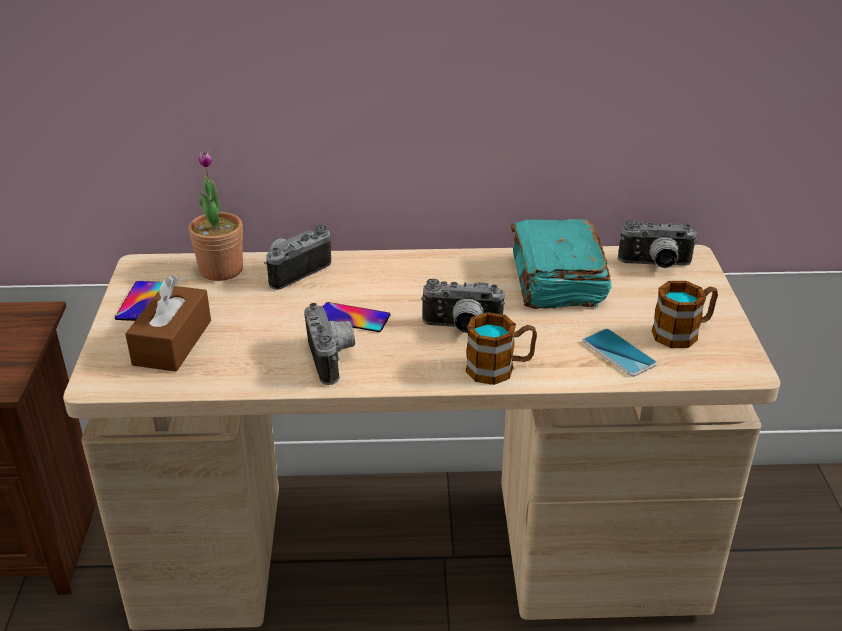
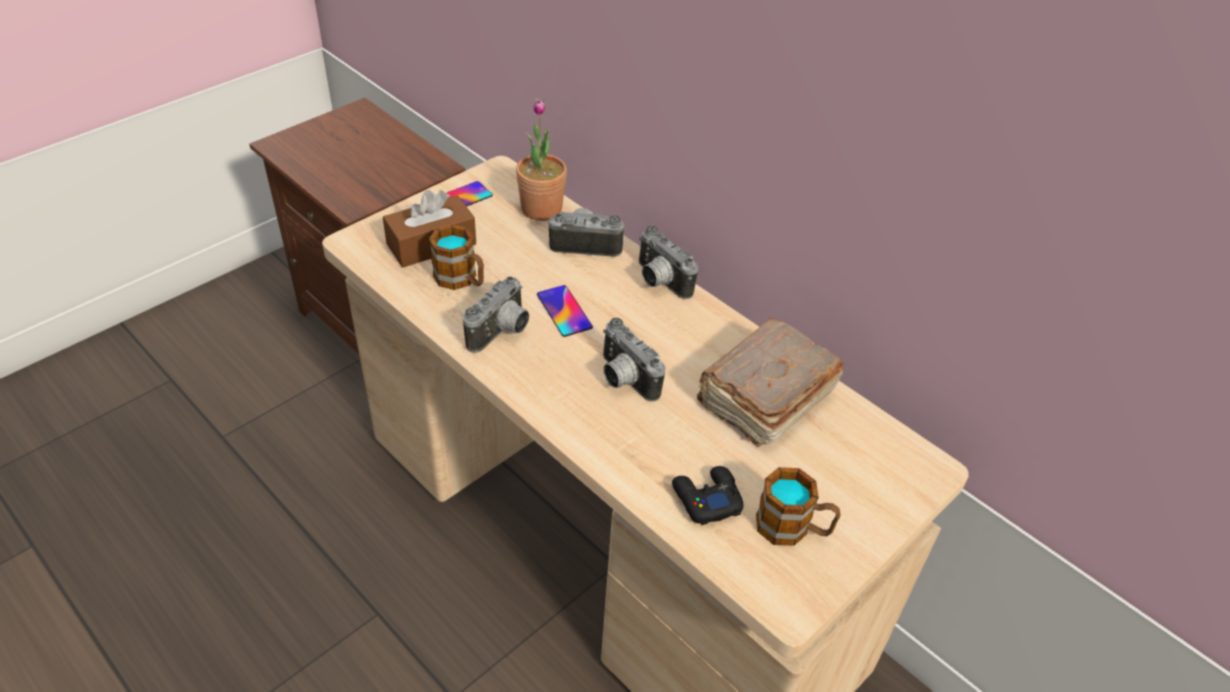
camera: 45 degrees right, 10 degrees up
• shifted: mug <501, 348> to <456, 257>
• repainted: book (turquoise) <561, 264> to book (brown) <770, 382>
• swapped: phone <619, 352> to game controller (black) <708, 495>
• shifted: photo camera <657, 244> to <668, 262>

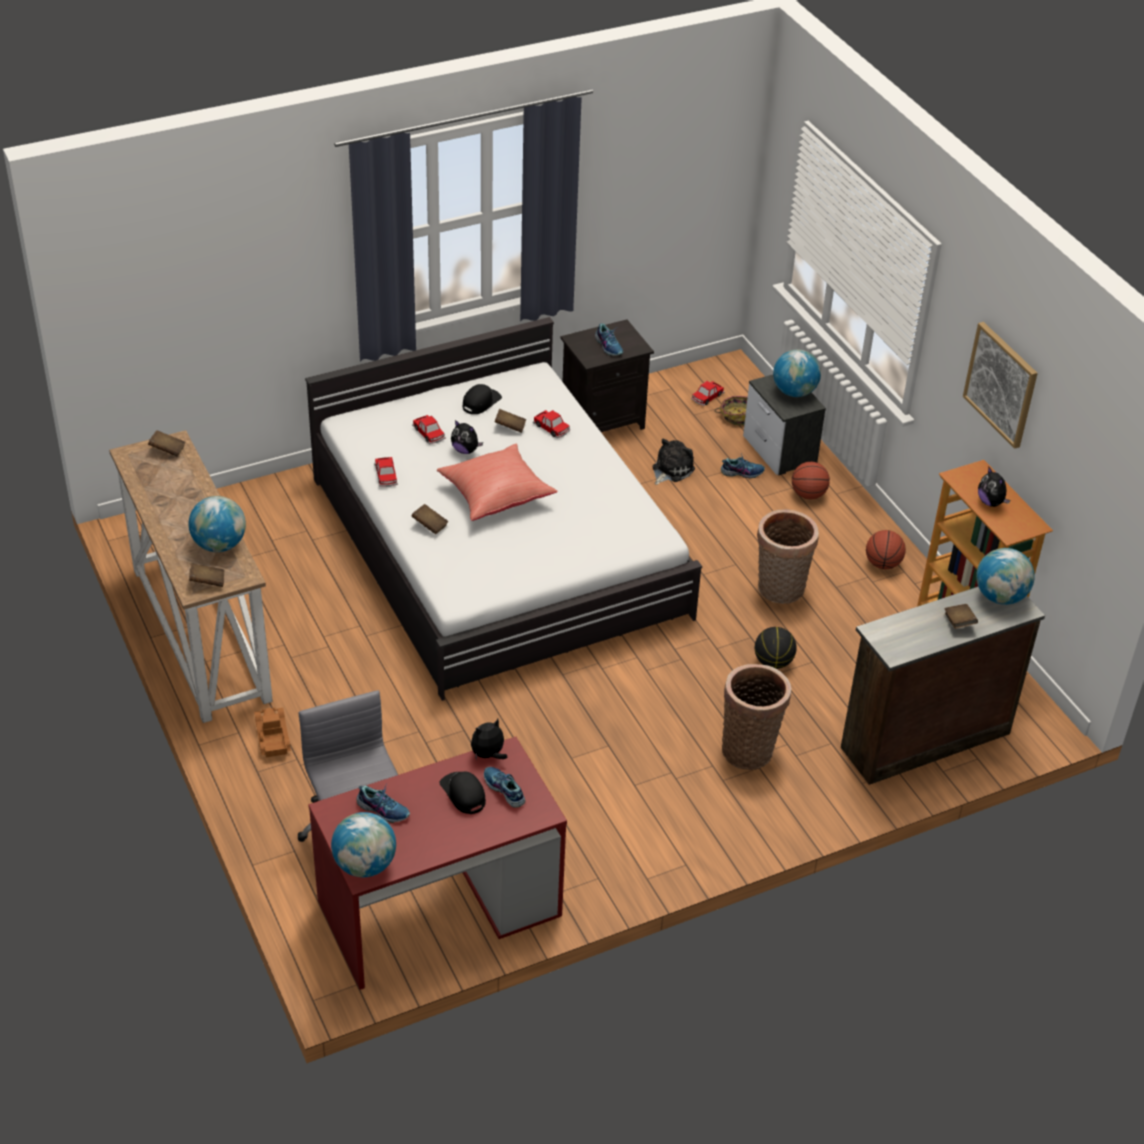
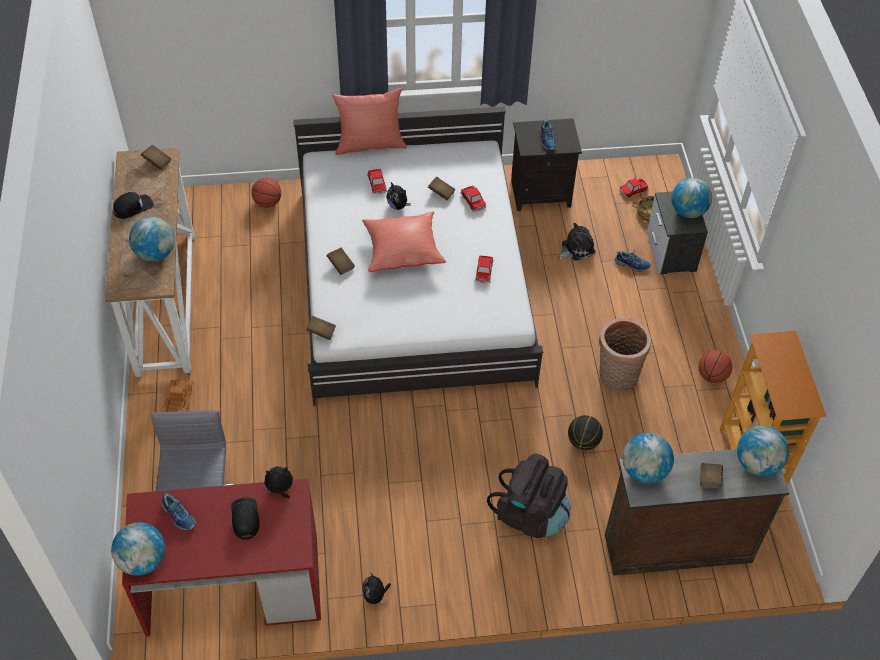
camera: 20 degrees right, 10 degrees up
• shifted: book (brown) <207, 575> to <321, 328>
• shifted: toy car <386, 472> to <484, 269>
• shifted: cap (black) <482, 399> to <133, 205>
• gone: shoe <505, 787>
• swapped: basket <756, 717> to backpack (black) <529, 496>
• shifted: basketball <811, 480> to <266, 193>
• gone: picture <1000, 385>
• shifted: plush toy <994, 487> to <376, 589>
• new: pillow (red) <369, 121>
• new: globe <648, 458>

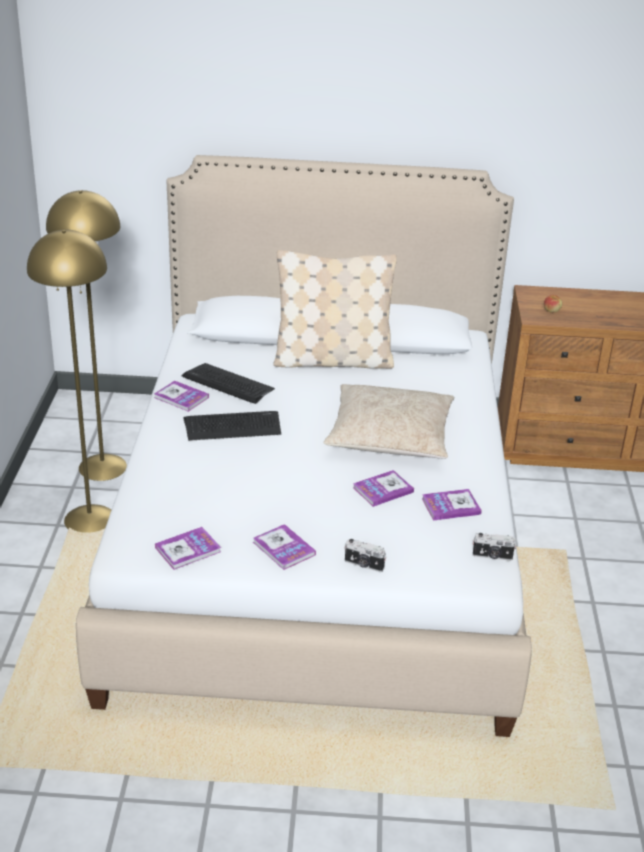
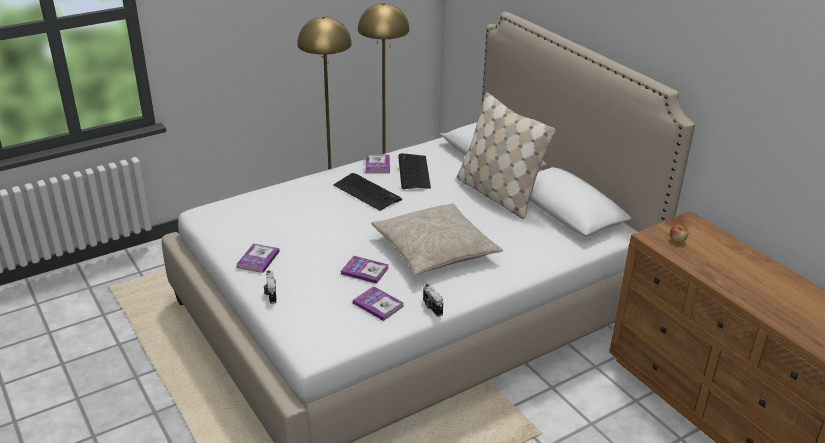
camera: 55 degrees right, 0 degrees up
• gone: book <188, 548>
• shifted: photo camera <494, 547> to <433, 300>

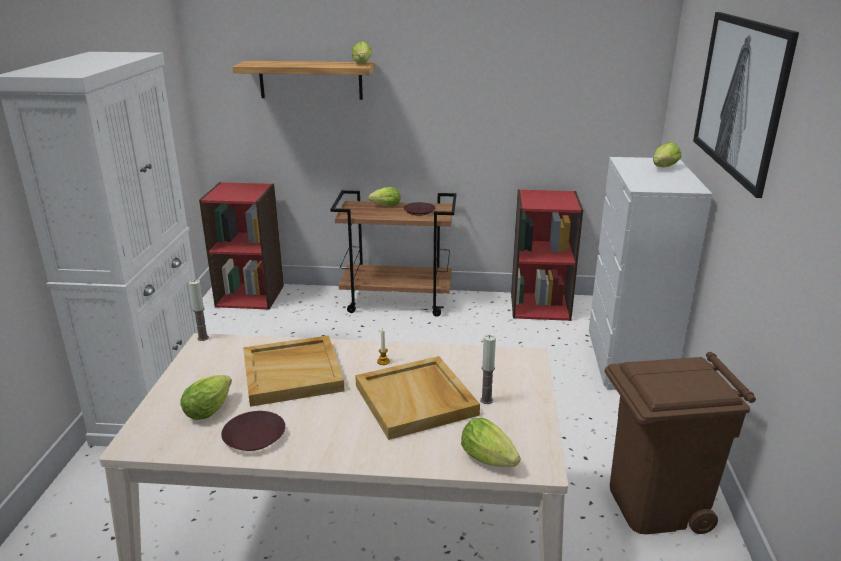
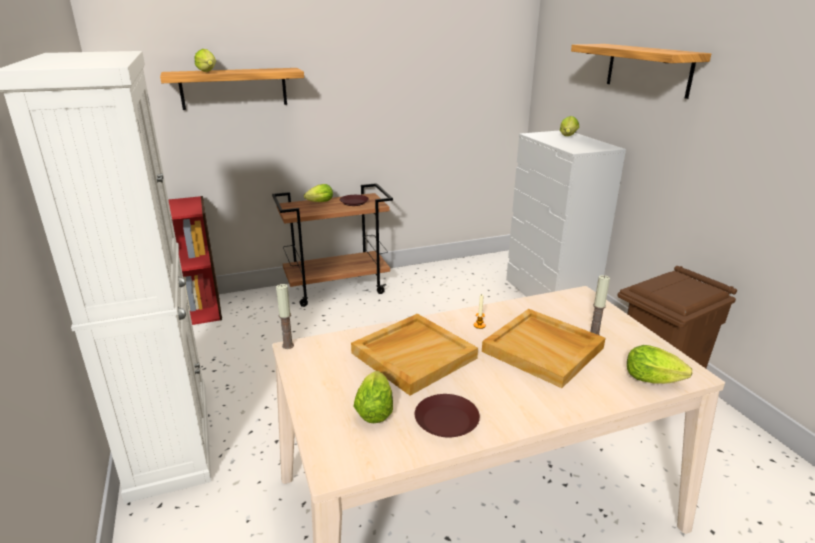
camera: 25 degrees left, 0 degrees up
• shifted: lettuce <362, 52> to <205, 60>
• gone: bookcase (red) <547, 255>
• swapped: picture <746, 105> to shelf <641, 71>

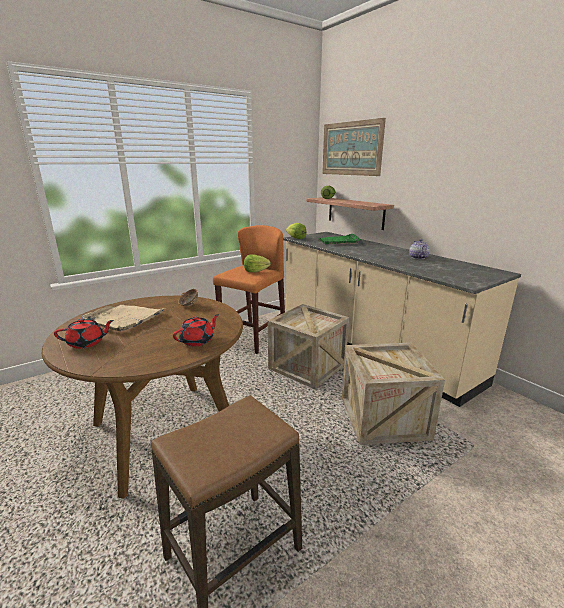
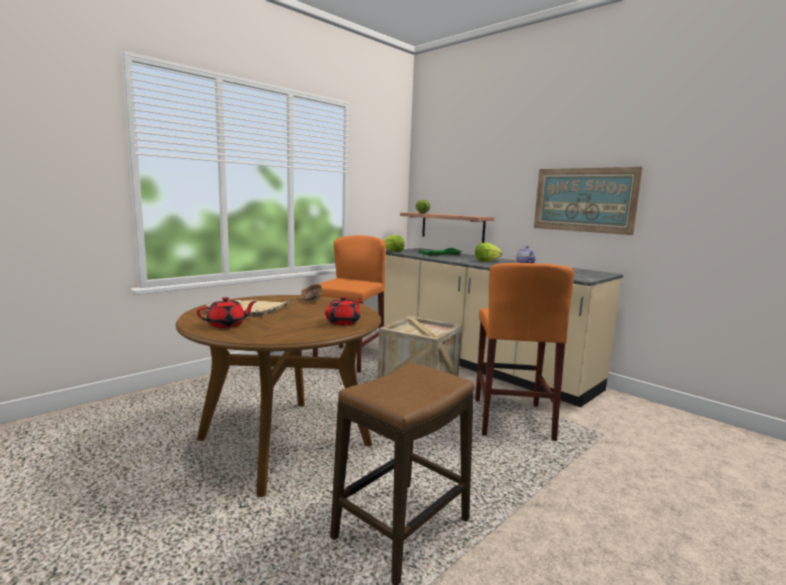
camera: 10 degrees left, 10 degrees down
• shifted: lettuce <257, 263> to <488, 252>
• shifted: picture <354, 147> to <588, 201>
• swapped: crate <393, 394> to stool (orange) <524, 352>

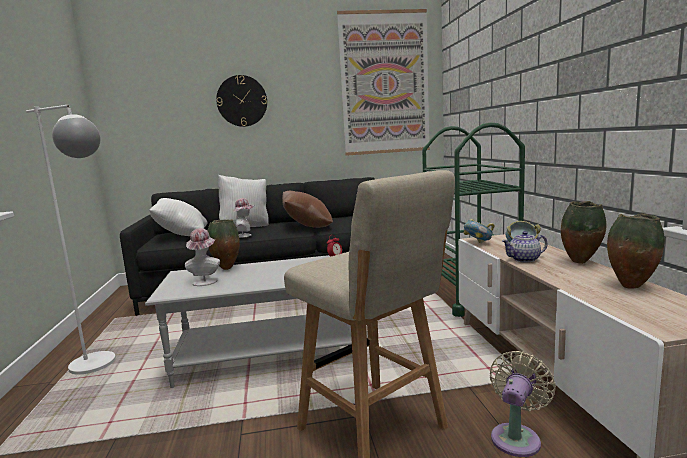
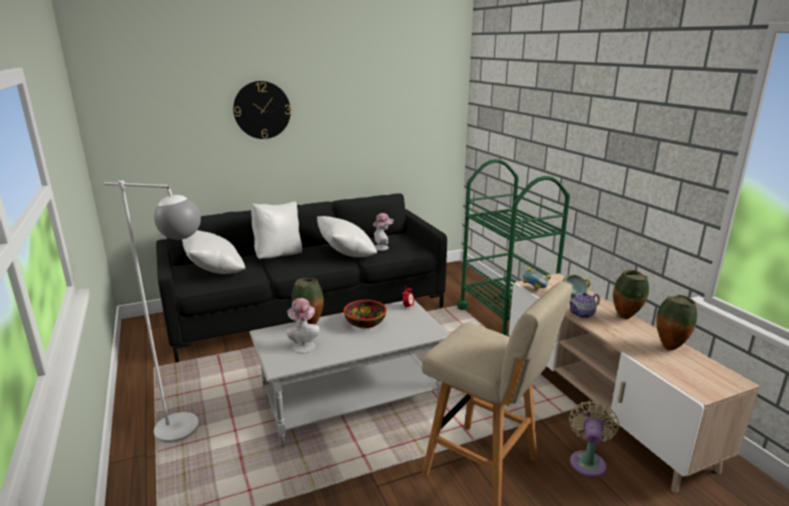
camera: 15 degrees left, 10 degrees up
• shifted: hat <243, 218> to <383, 232>
• repainted: pillow (brown) <307, 209> to pillow (white) <347, 236>
• gone: picture <383, 82>
• new: bowl <365, 314>

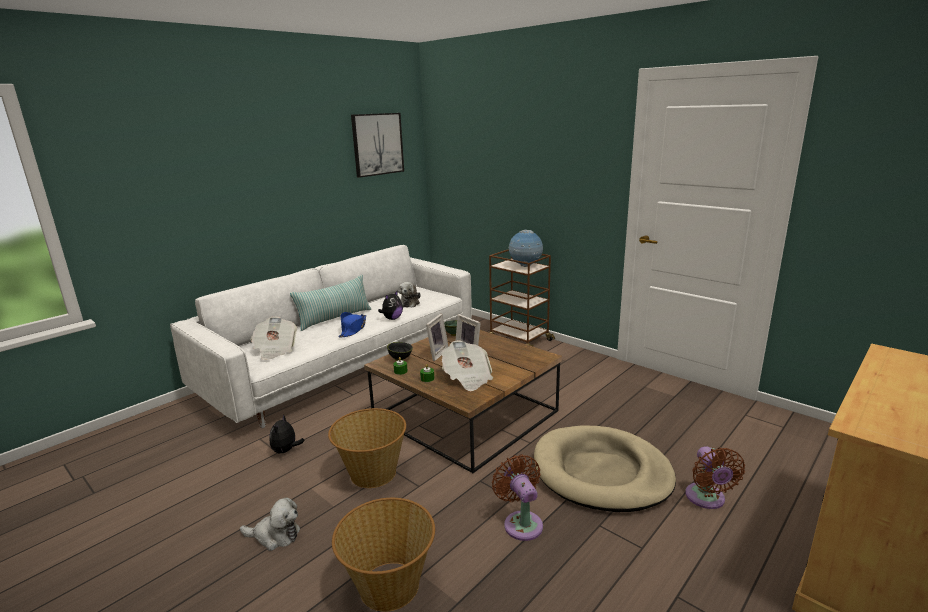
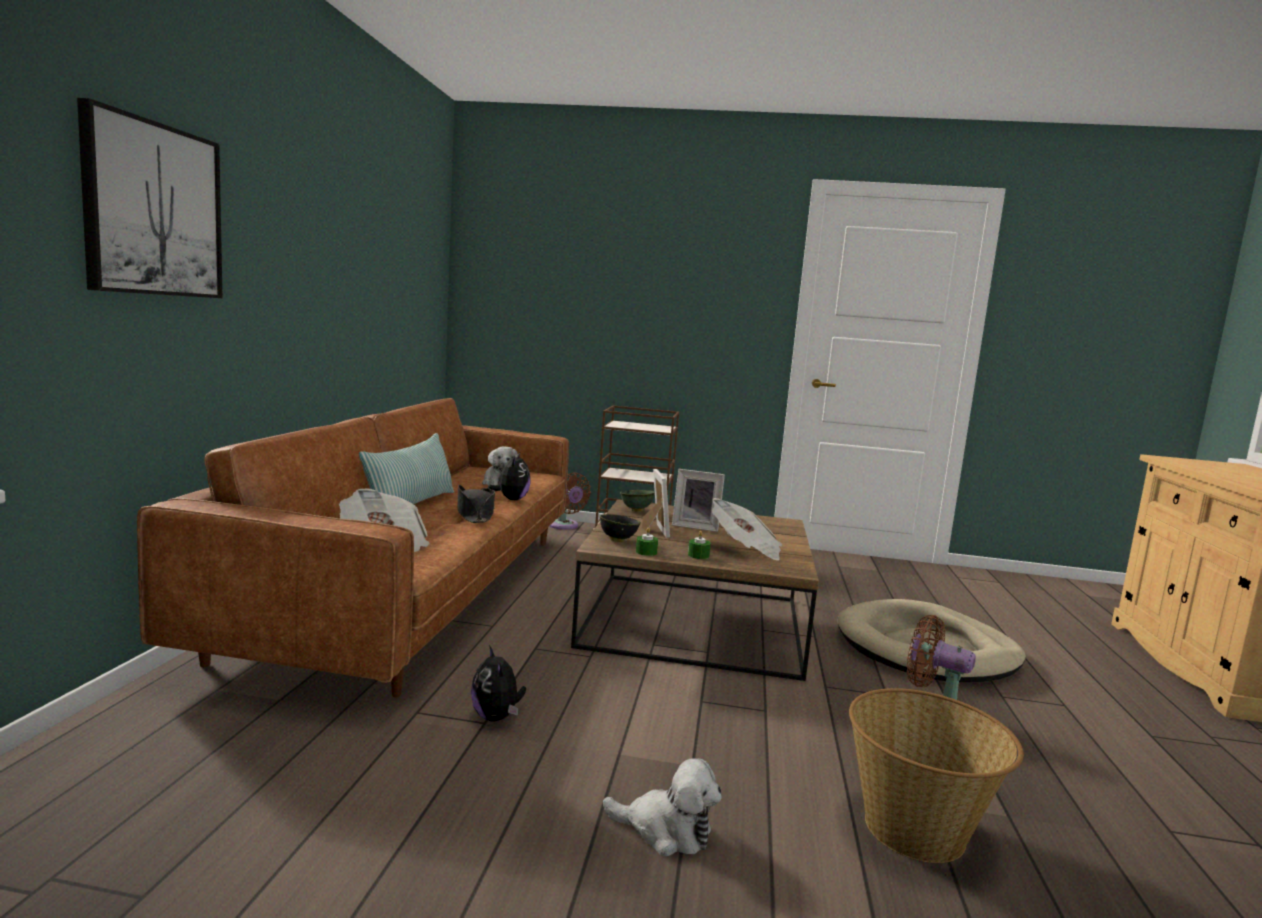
camera: 35 degrees left, 10 degrees down
• repainted: sofa (white) <321, 336> to sofa (brown) <353, 547>
• rotated: plush toy <270, 524> = <662, 807> 45 degrees clockwise
• gone: basket <367, 448>
• repainted: hat (blue) <352, 325> to hat (black) <476, 504>
• shifted: picture <377, 145> to <150, 198>
• gone: globe <525, 248>
• shifted: fan (brown) <715, 477> to <570, 501>

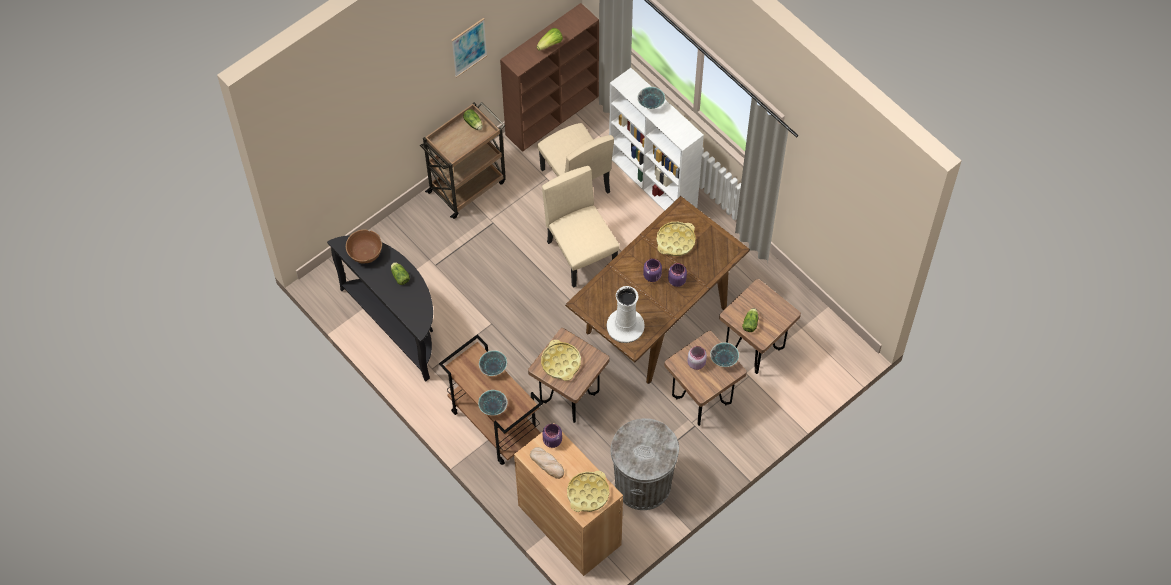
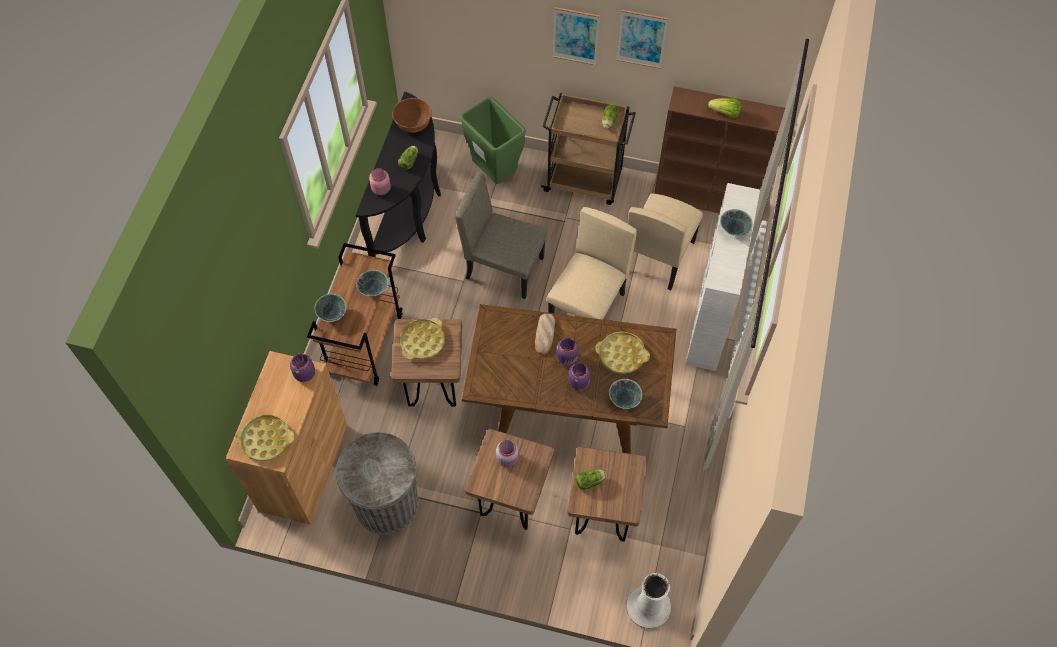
camera: 55 degrees right, 0 degrees up
• shifted: bread <547, 463> to <545, 334>
• shifted: vase (white) <626, 314> to <648, 601>
• shifted: bowl <724, 354> to <625, 394>
• new: jar (pink) <380, 181>
• new: chair (beige) <501, 235>
• new: trash can (green) <493, 140>
• new: picture <576, 36>

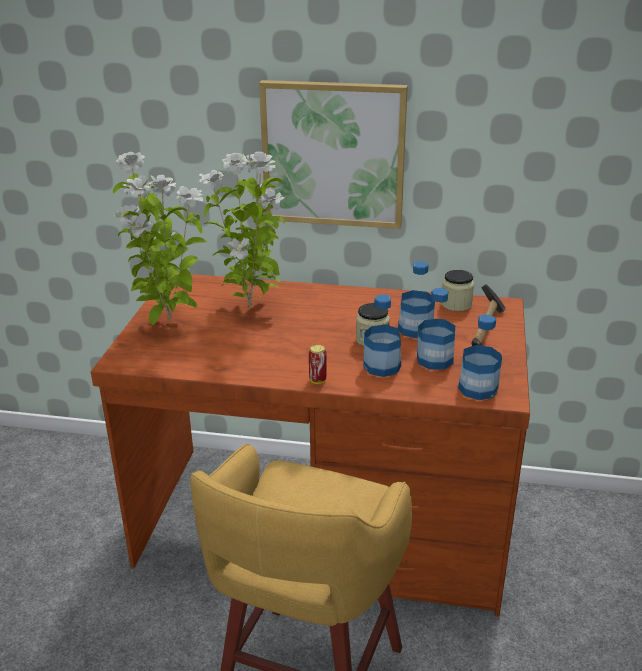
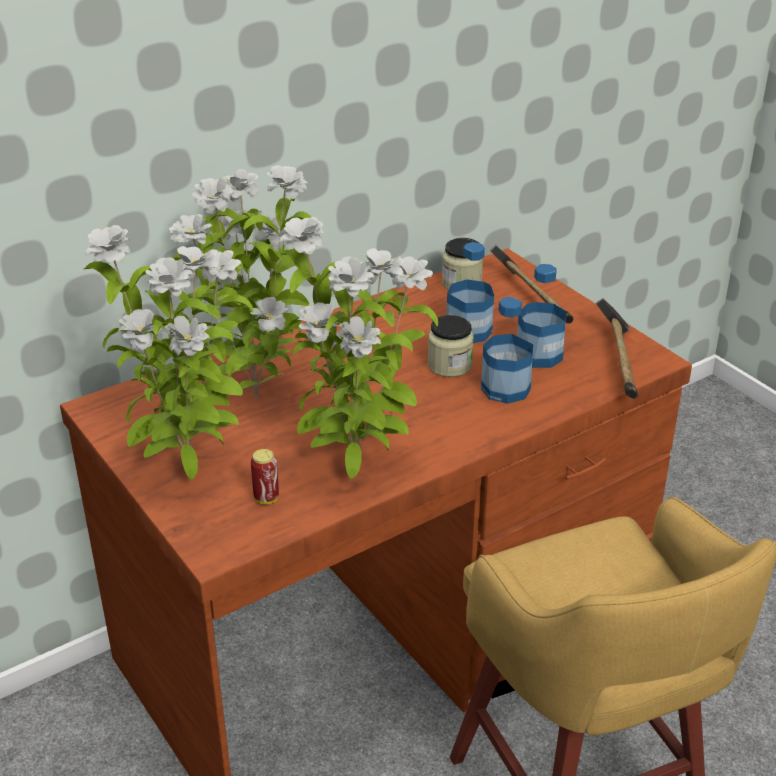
camera: 45 degrees left, 5 degrees up
• gone: picture <333, 154>
• shifted: can <318, 364> to <265, 476>
• swapped: bottle <480, 357> to hammer <617, 348>
• new: potted plant <358, 348>

